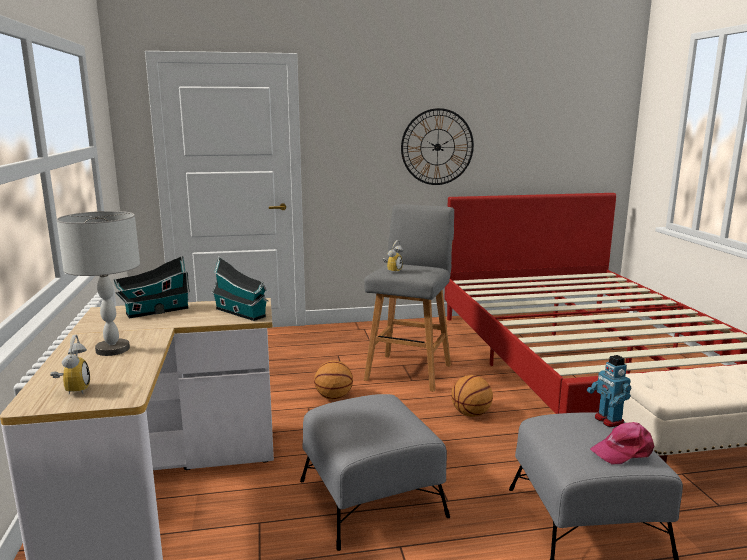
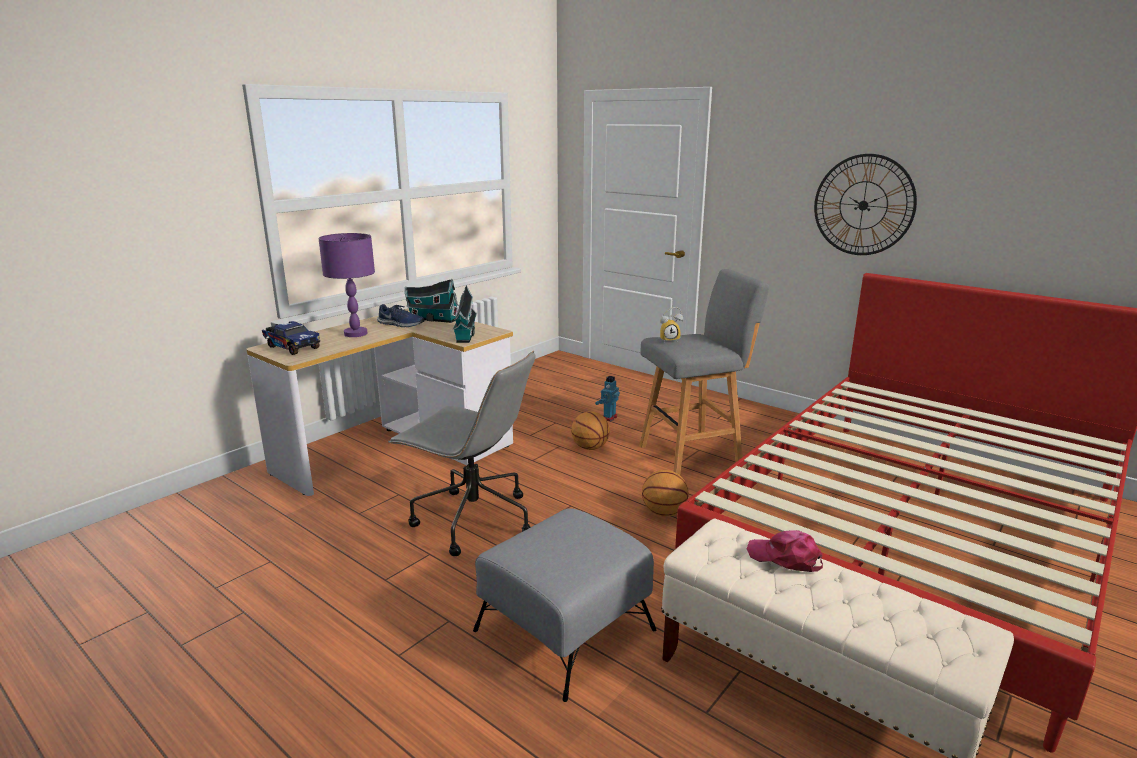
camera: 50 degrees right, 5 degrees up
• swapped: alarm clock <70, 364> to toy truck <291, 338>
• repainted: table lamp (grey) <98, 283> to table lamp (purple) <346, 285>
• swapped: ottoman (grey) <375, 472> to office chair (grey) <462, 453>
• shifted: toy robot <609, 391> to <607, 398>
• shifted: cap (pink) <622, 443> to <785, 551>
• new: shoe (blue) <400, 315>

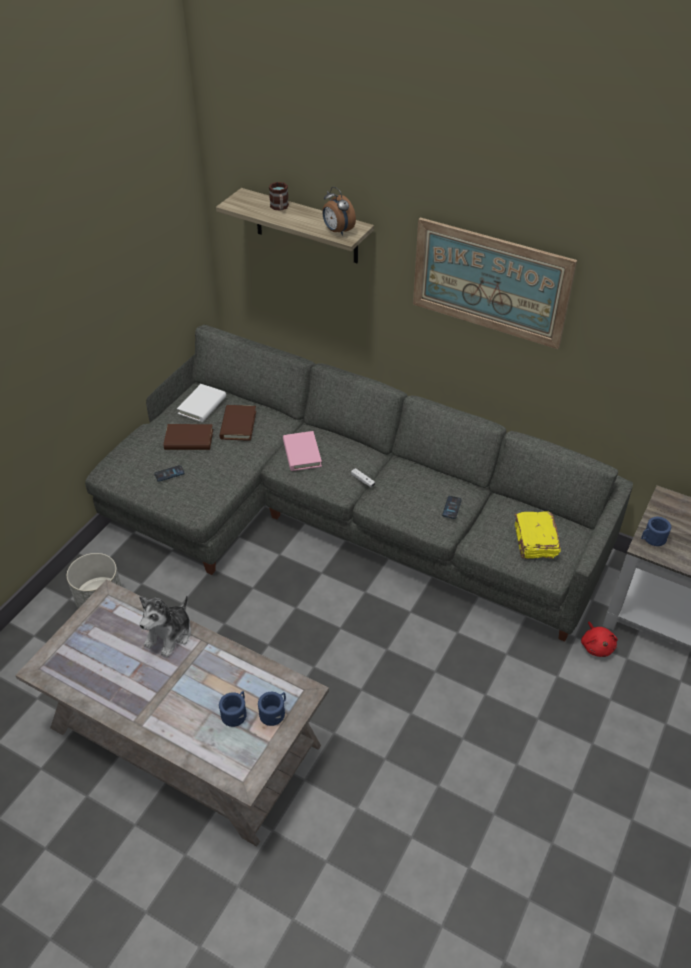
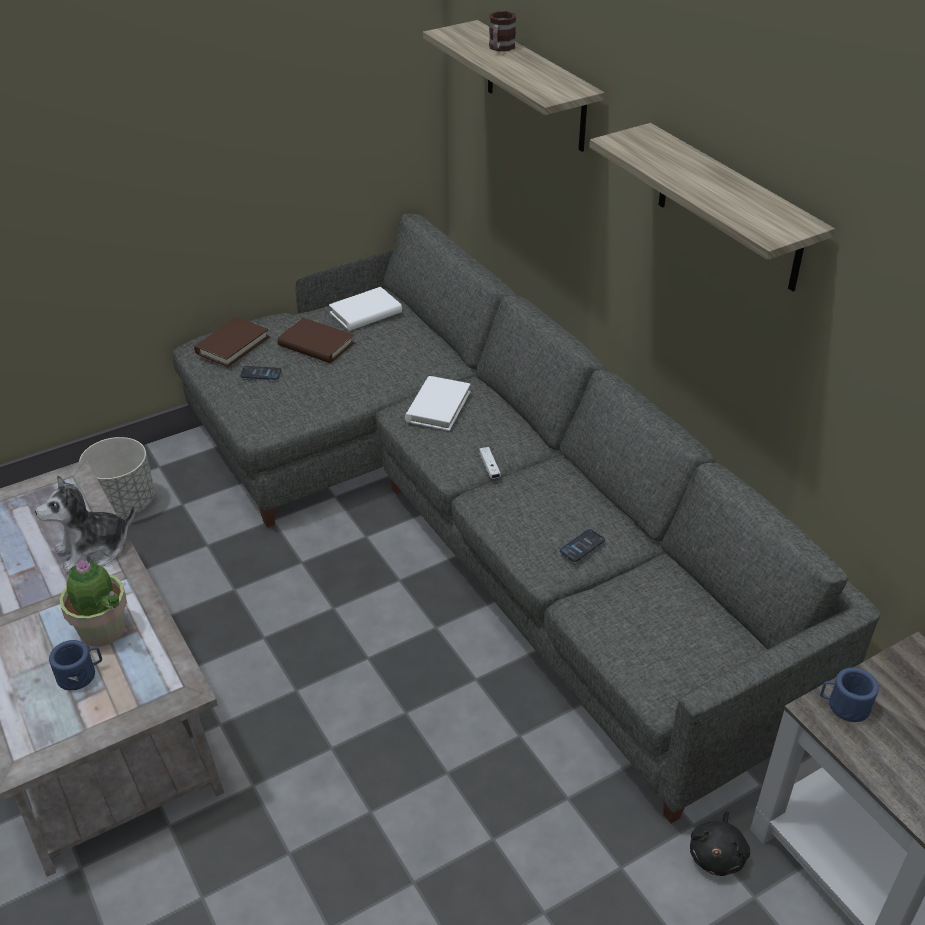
camera: 30 degrees right, 5 degrees down
• shifted: book (brown) <237, 423> to <232, 342>
• gone: mug (blue) <272, 709>
• repainted: book (pink) <302, 451> to book (white) <438, 403>
• gone: alarm clock <339, 211>
• swapped: picture <495, 283> to shelf <712, 207>
• gone: book (yellow) <538, 535>
• repainted: plush toy (red) <599, 639> to plush toy (black) <720, 843>
• new: potted plant <93, 603>

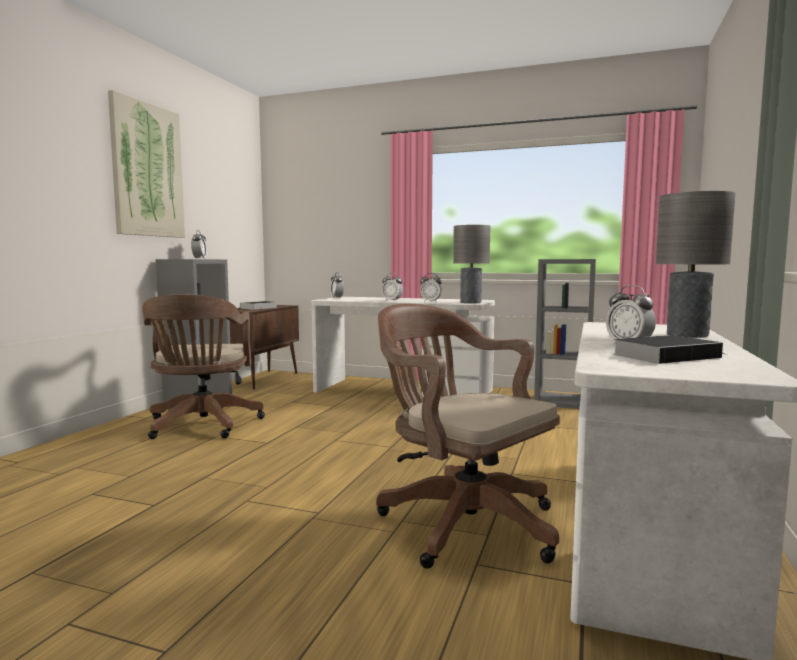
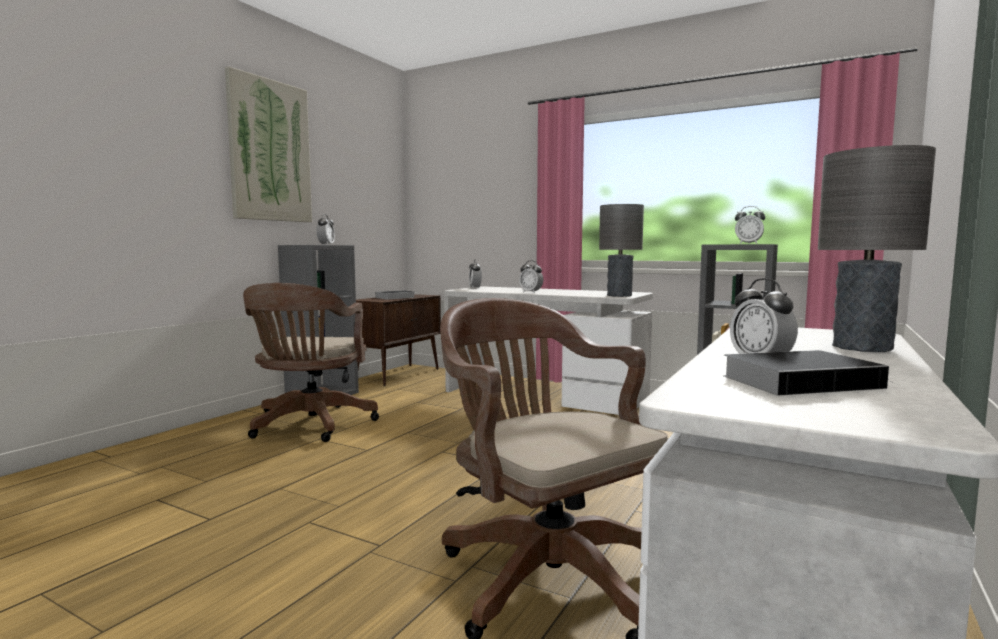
camera: 10 degrees right, 0 degrees up
• shifted: alarm clock <431, 287> to <750, 225>

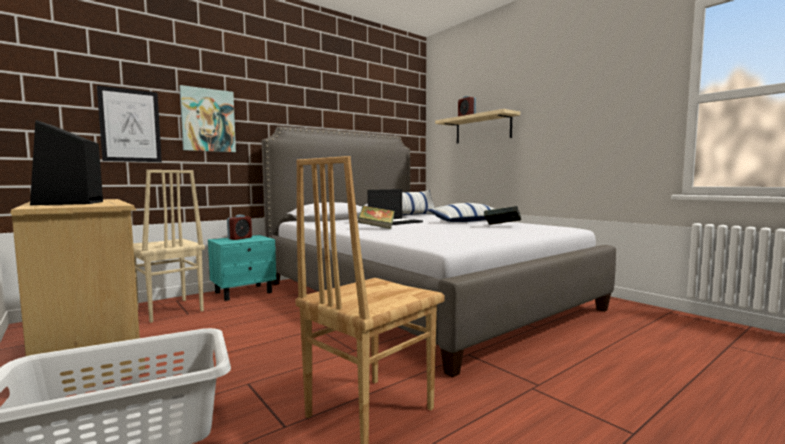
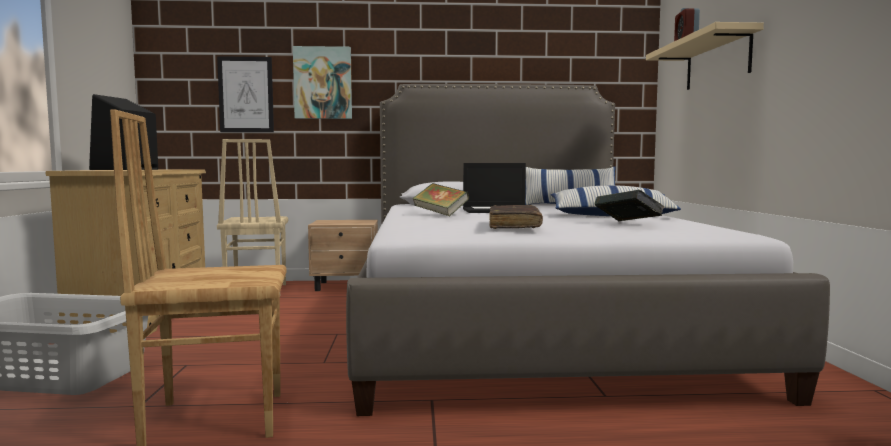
camera: 35 degrees right, 0 degrees up
• repainted: nightstand (turquoise) <242, 268> to nightstand (beige) <343, 255>
• gone: alarm clock <239, 227>
• new: book (brown) <516, 217>

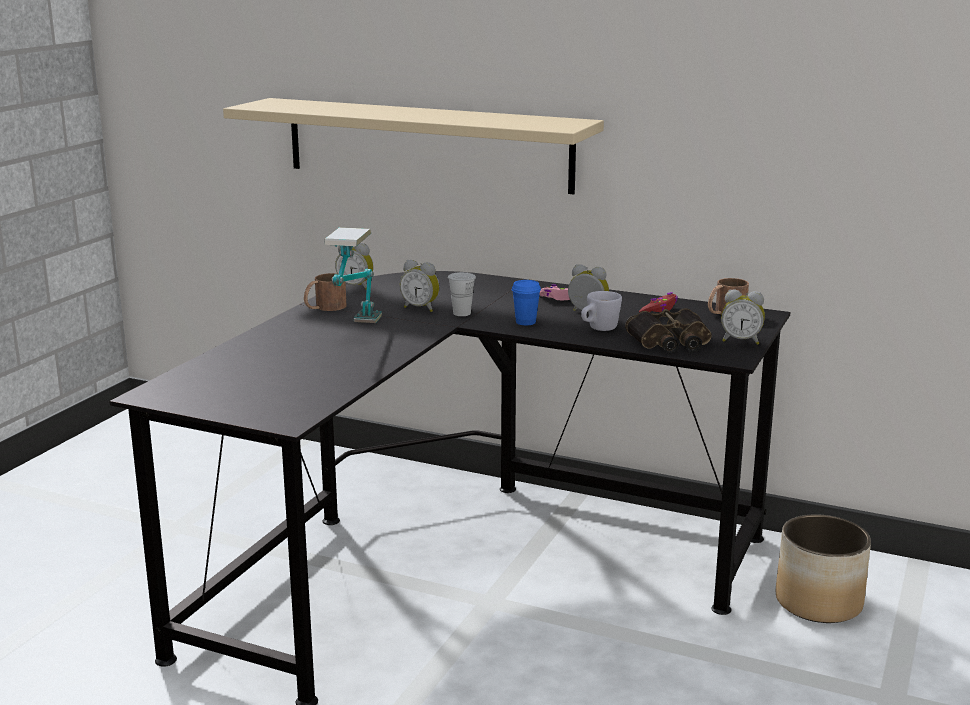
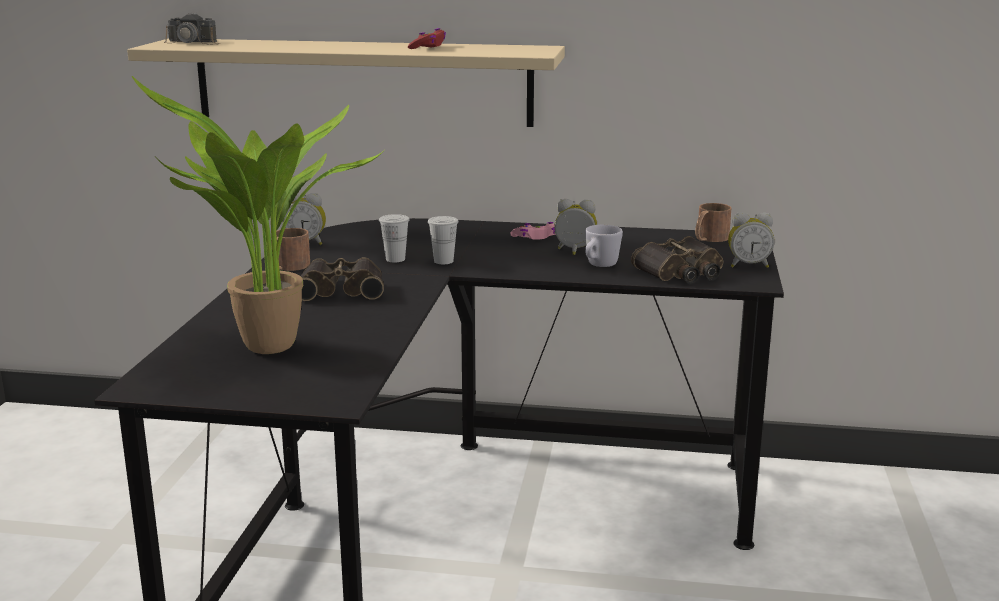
camera: 15 degrees left, 0 degrees up
• swapped: table lamp <353, 275> to binoculars <342, 279>
• swapped: alarm clock <420, 286> to cup (white) <394, 238>
• gone: cup (blue) <526, 302>
• shifted: game controller (red) <658, 302> to <427, 38>
• gone: planter <823, 568>
• new: potted plant <257, 215>
• new: photo camera <192, 29>

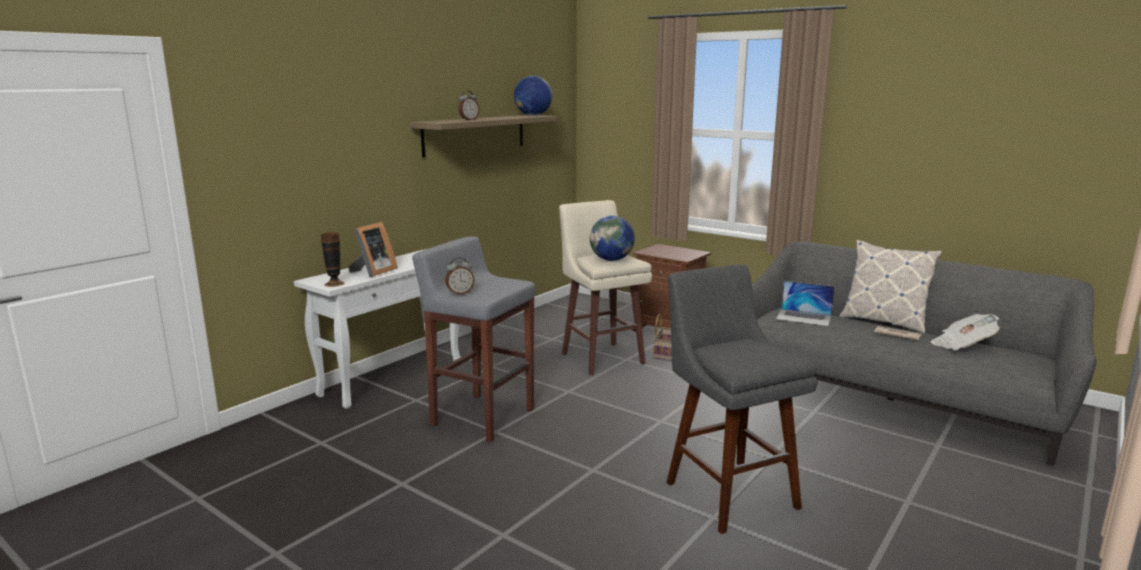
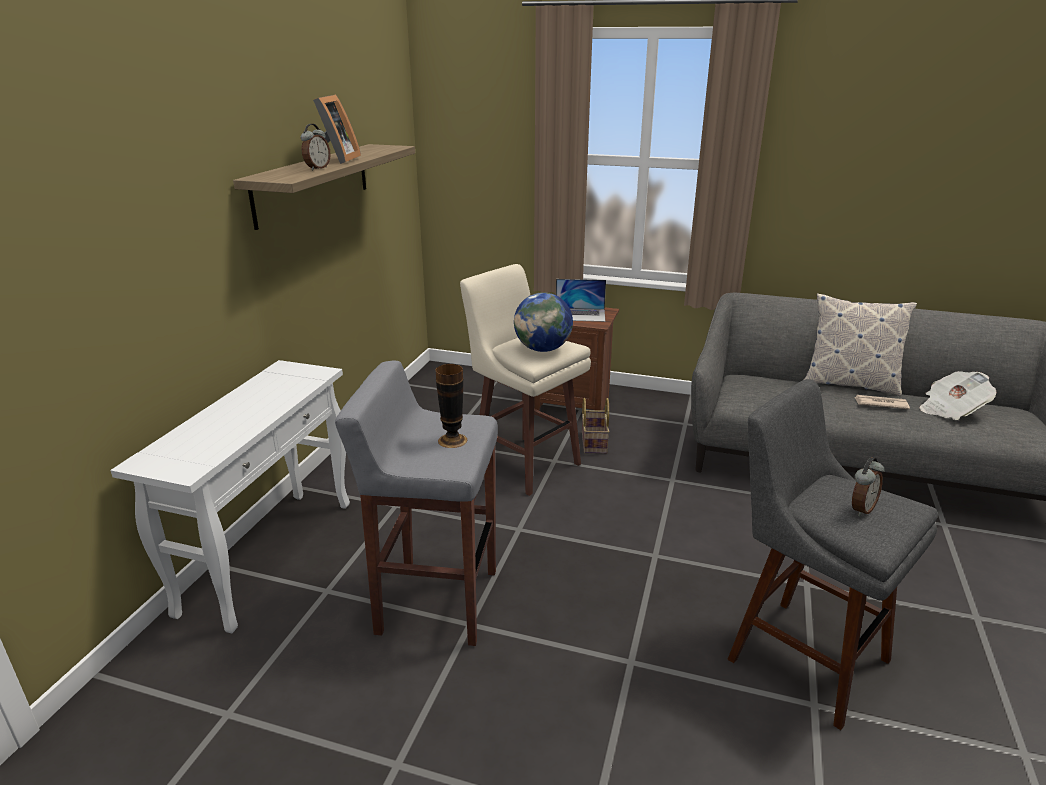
camera: 20 degrees left, 10 degrees up
• shifted: vase <333, 259> to <451, 406>
• shifted: picture frame <373, 249> to <337, 129>
• shifted: alarm clock <460, 276> to <868, 486>
• gone: globe <533, 96>
• shifted: laptop <805, 303> to <581, 300>

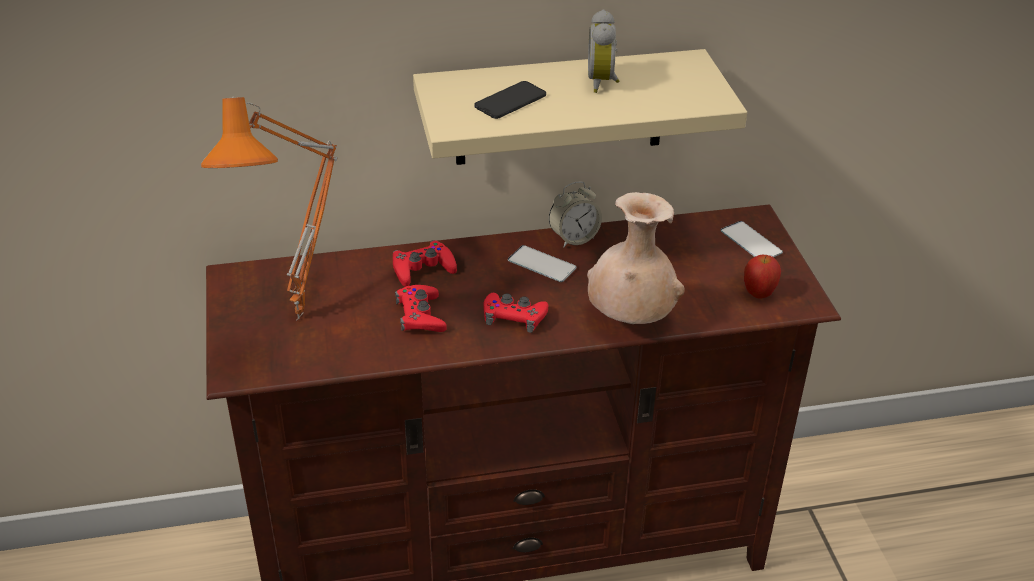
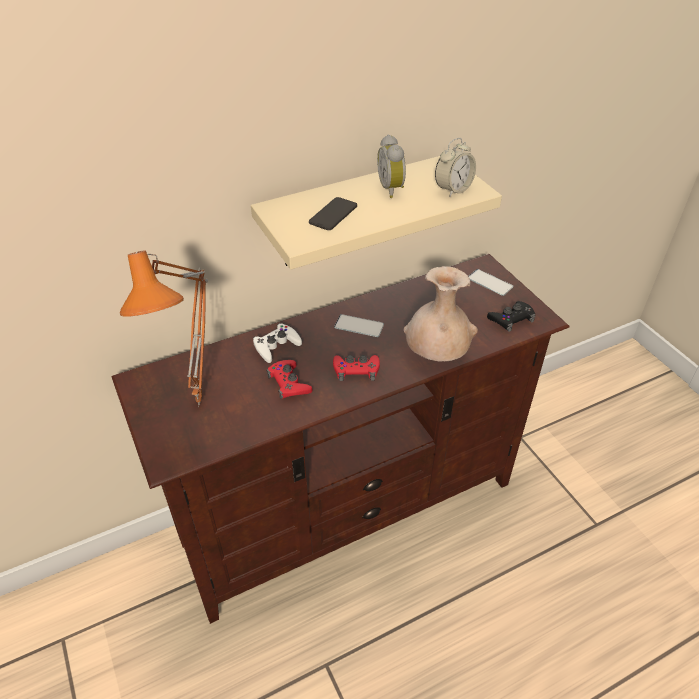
camera: 15 degrees left, 5 degrees up
• repainted: game controller (red) <425, 263> to game controller (white) <277, 343>
• shifted: alarm clock <575, 215> to <455, 167>
• swapped: apple <762, 277> to game controller (black) <511, 316>

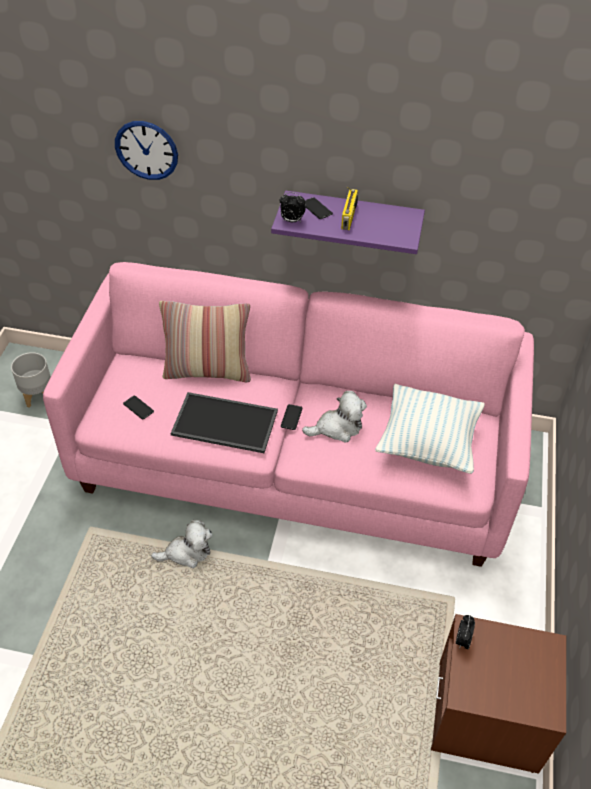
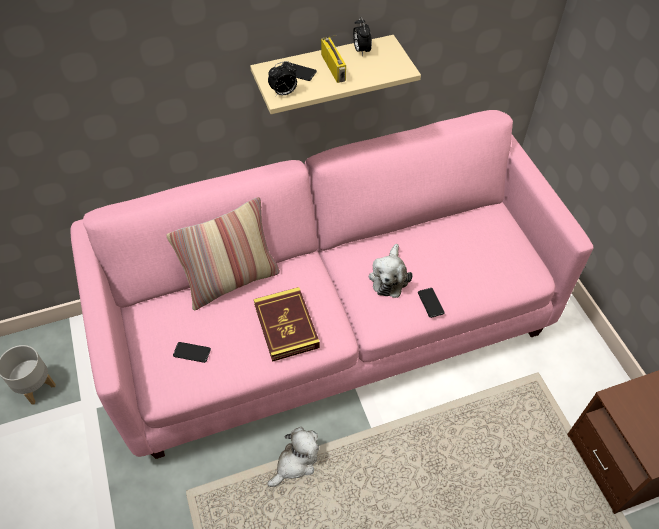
camera: 30 degrees left, 5 degrees up
• gone: wall clock <146, 150>
• swapped: tray <224, 422> to book <287, 324>
• repainted: shelf (purple) <348, 222> to shelf (beige) <335, 74>
• shifted: phone <292, 417> to <431, 303>
• rotated: plush toy <334, 416> = <391, 271> 150 degrees clockwise
• gone: pillow <430, 429>
• shifted: alarm clock <465, 632> to <362, 36>

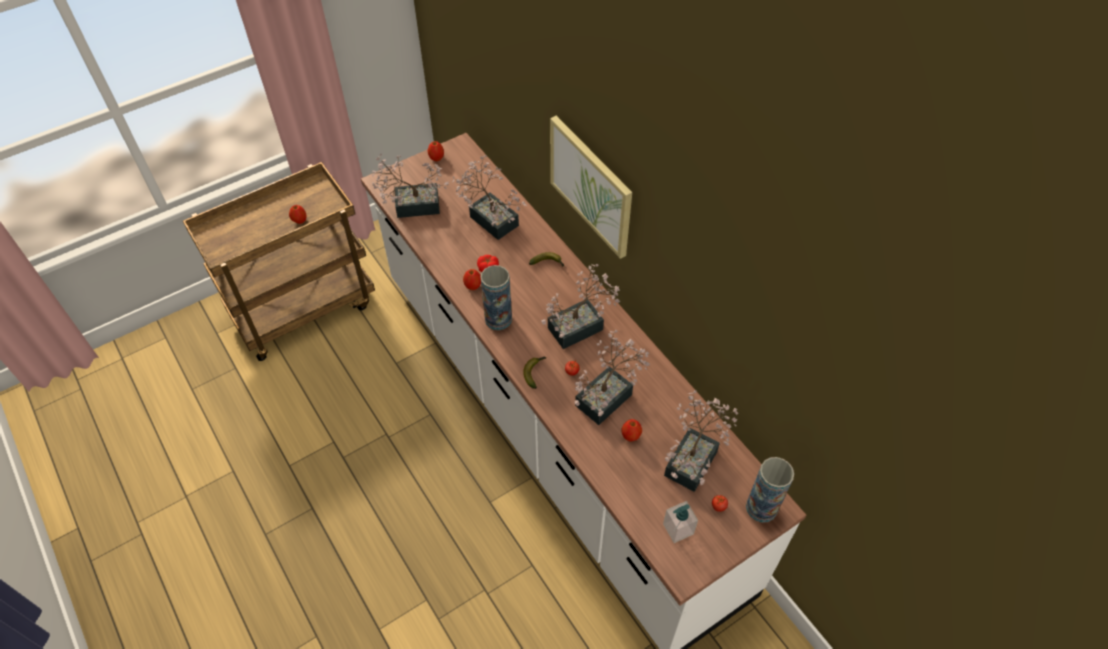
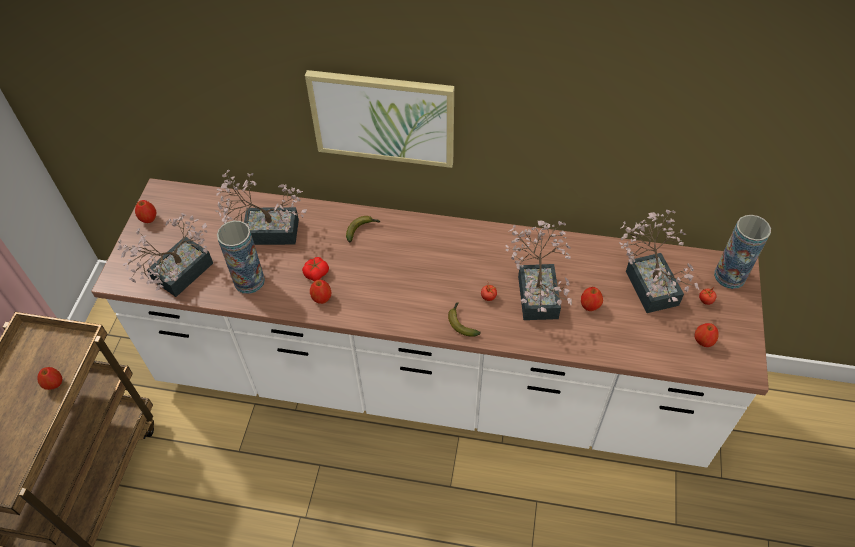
camera: 45 degrees left, 0 degrees up
• shifted: vase <496, 297> to <241, 257>
• gone: potted plant <580, 306>
• swapped: soap dispenser <680, 522> to apple <706, 335>

